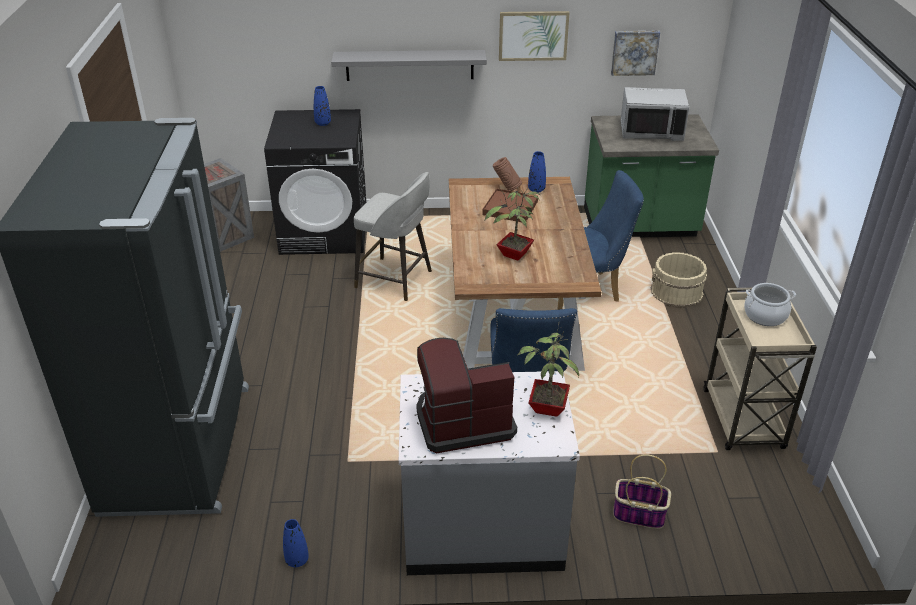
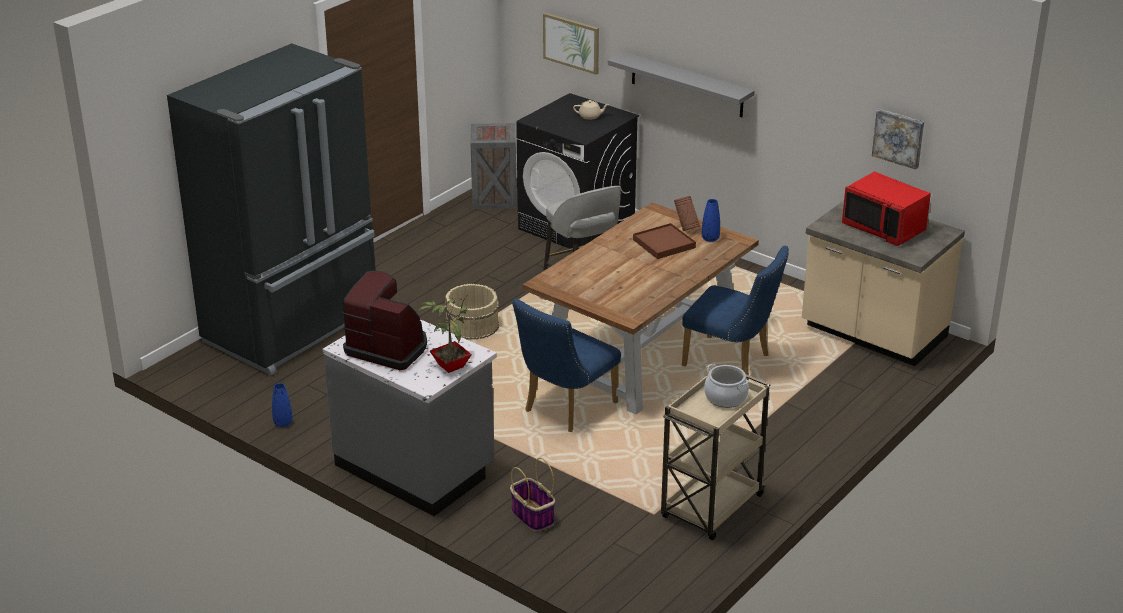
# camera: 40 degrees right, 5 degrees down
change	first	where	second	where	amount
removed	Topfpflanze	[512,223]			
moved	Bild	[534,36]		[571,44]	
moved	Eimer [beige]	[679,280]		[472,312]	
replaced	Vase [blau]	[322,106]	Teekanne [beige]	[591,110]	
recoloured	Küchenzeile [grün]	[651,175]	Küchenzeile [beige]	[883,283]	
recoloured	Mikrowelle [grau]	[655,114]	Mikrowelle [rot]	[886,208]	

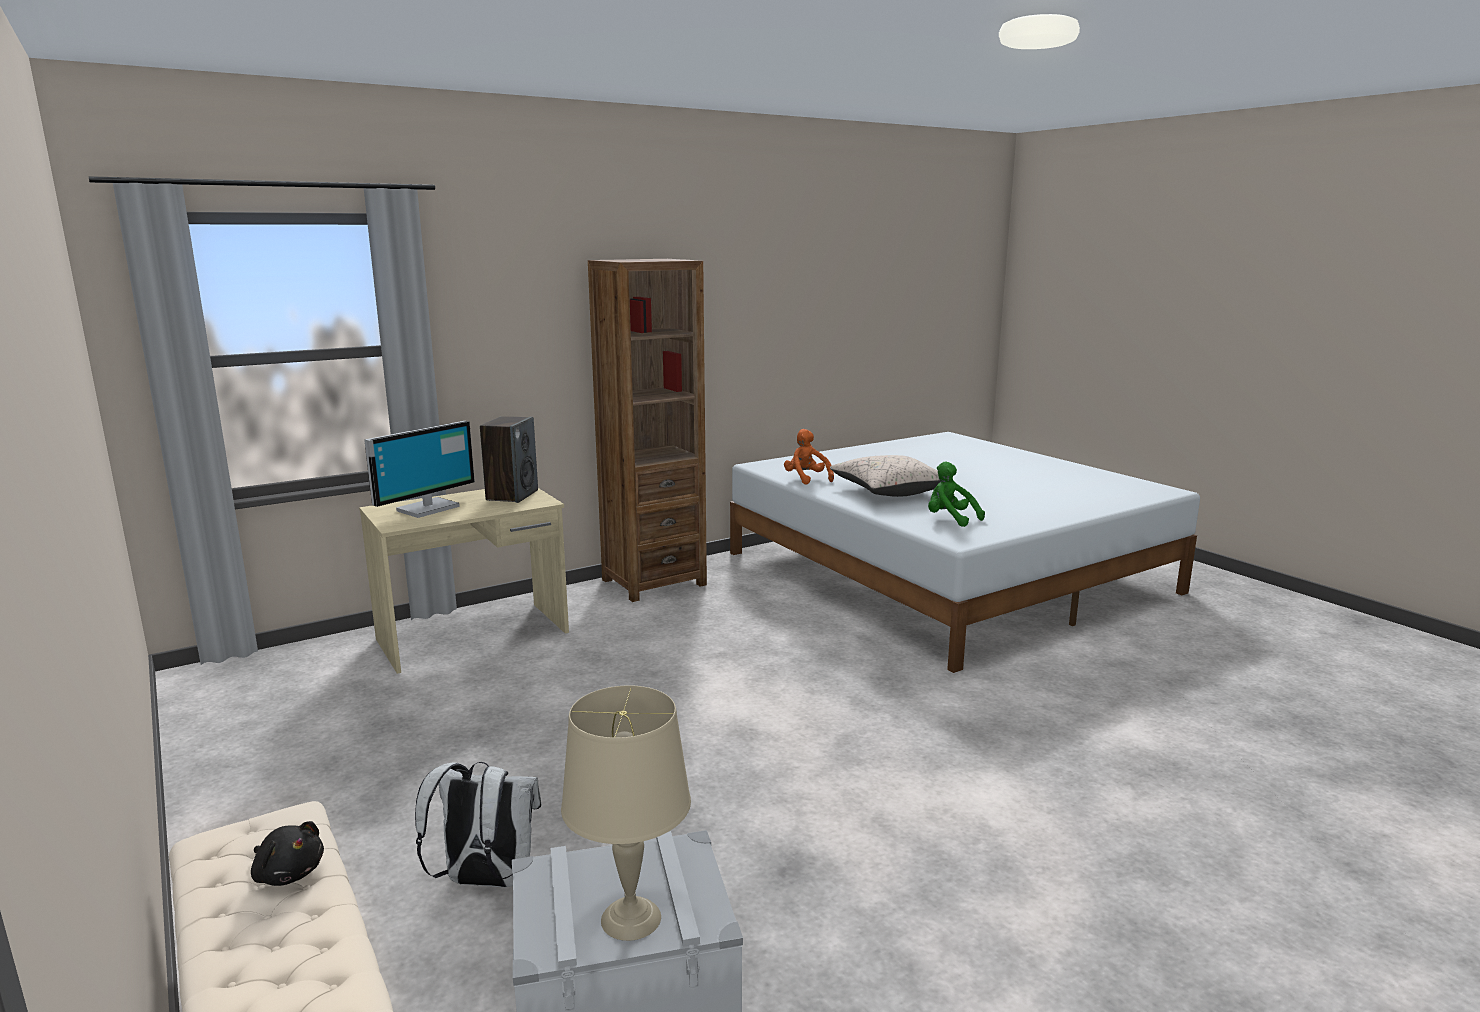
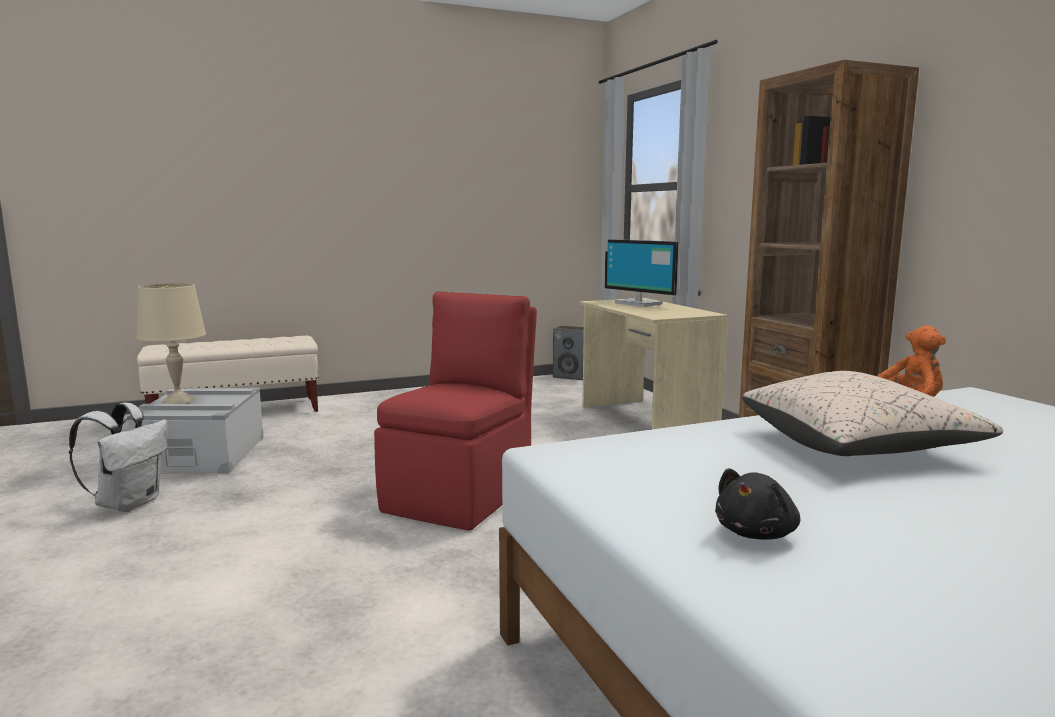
# camera: 100 degrees right, 5 degrees down
change	first	where	second	where	amount
removed	Plüschtier [grün]	[956,494]			
added			Stuhl [rot]	[455,410]	
moved	Plüschtier [schwarz]	[287,853]		[757,504]	
moved	Rucksack [weiß]	[478,824]		[118,457]	
moved	Lautsprecher	[509,459]		[568,353]	

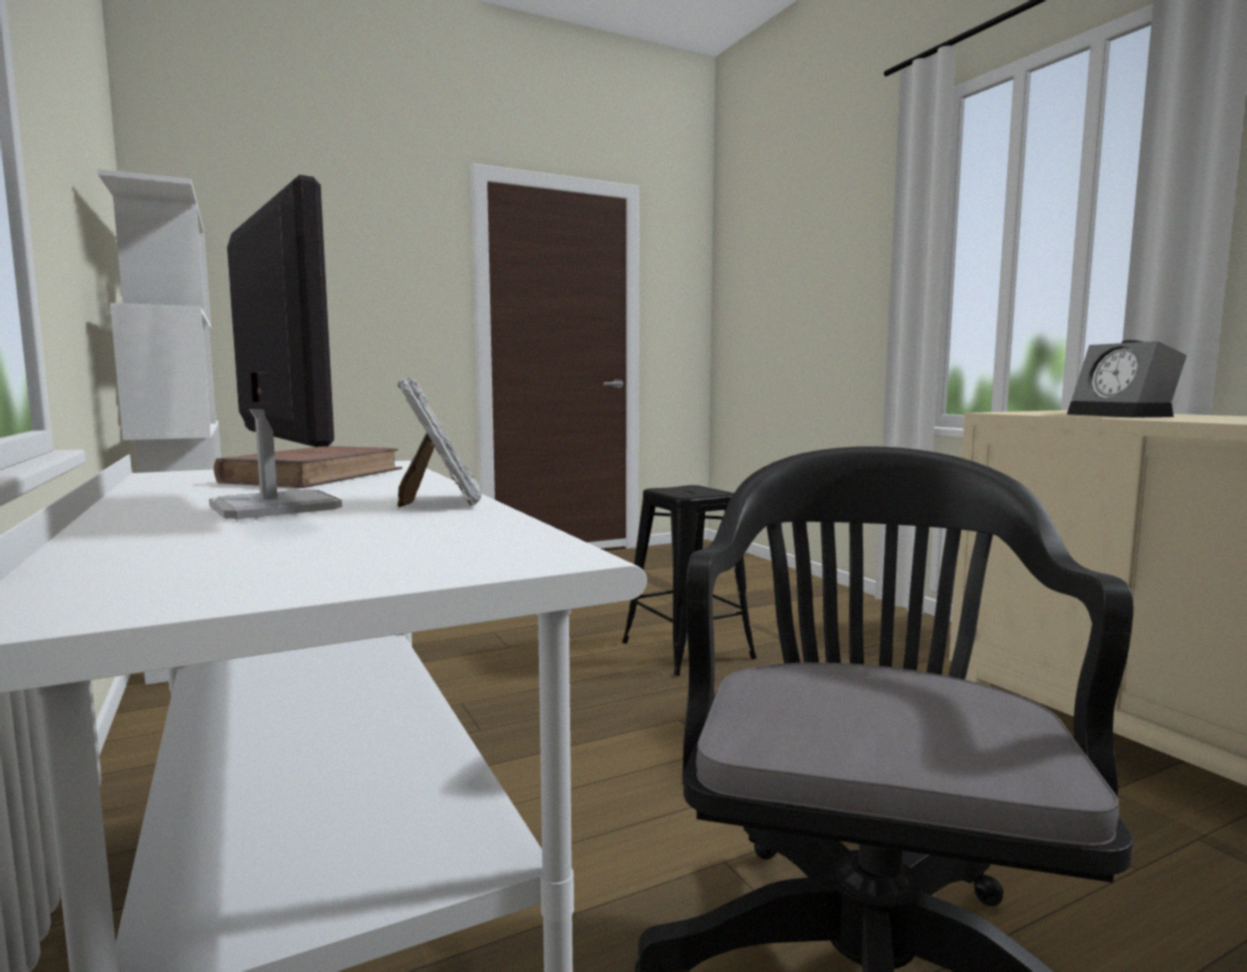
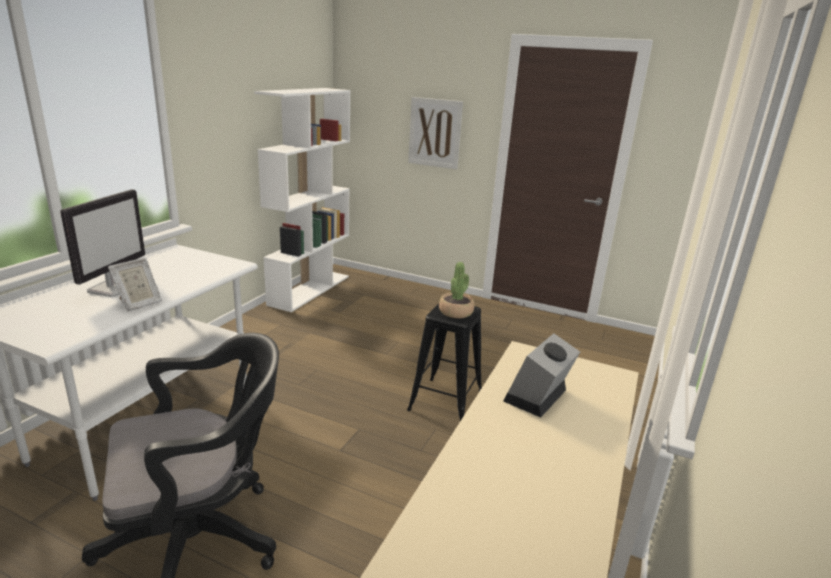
# camera: 50 degrees right, 15 degrees up
change	first	where	second	where	amount
removed	Buch [braun]	[308,467]			
added			Bild	[435,133]	
added			Topfpflanze	[456,290]	

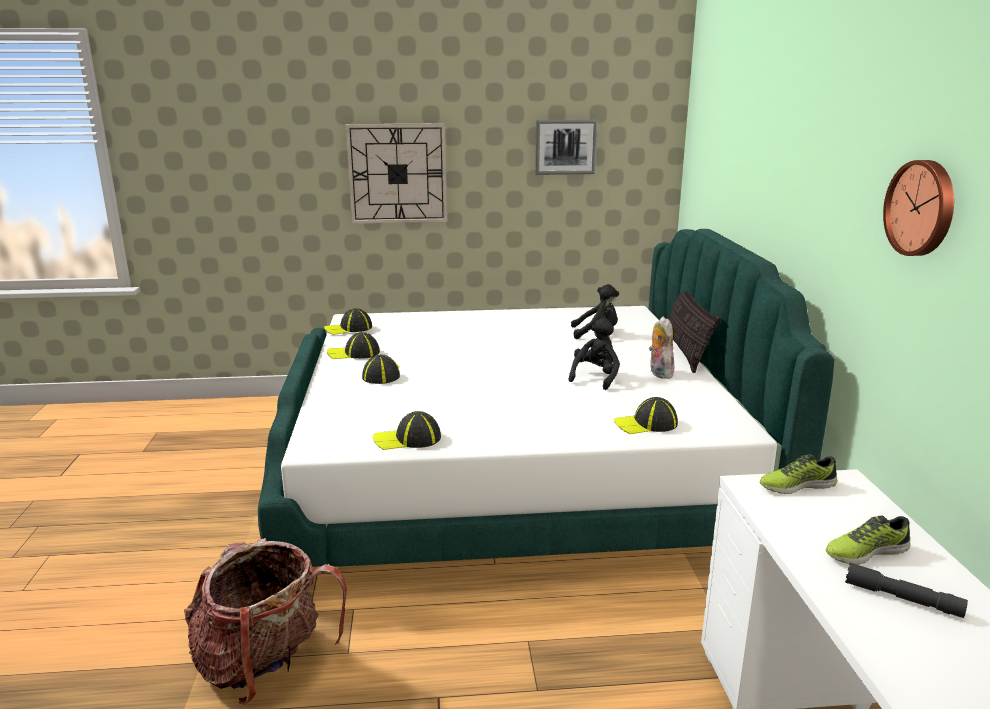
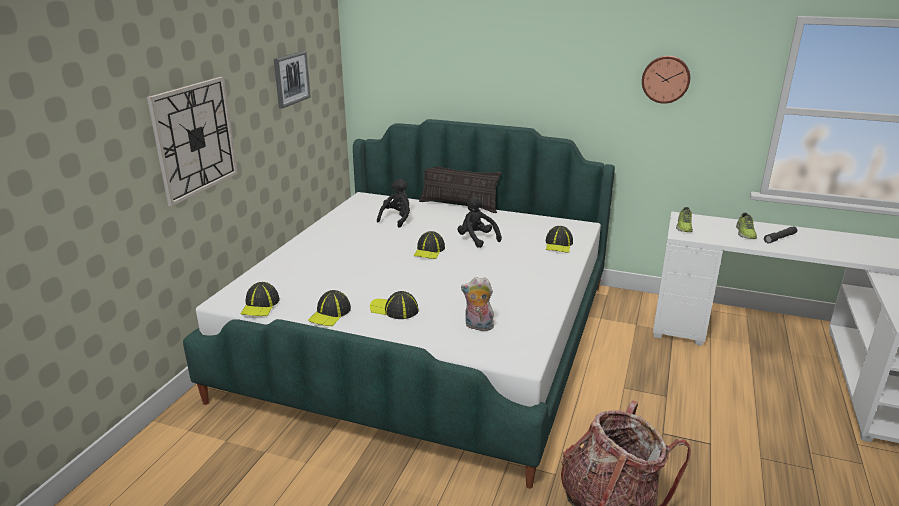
# camera: 65 degrees left, 5 degrees up
change	first	where	second	where	amount
moved	Kappe	[407,430]		[429,245]	
moved	Plüschtier	[662,347]		[477,304]	

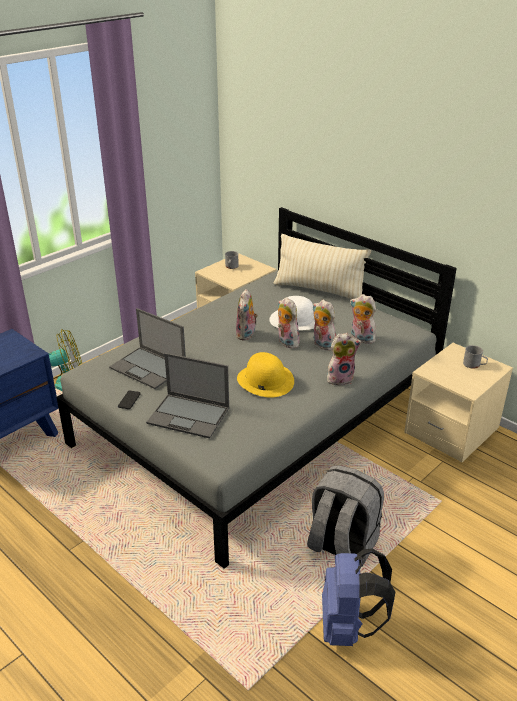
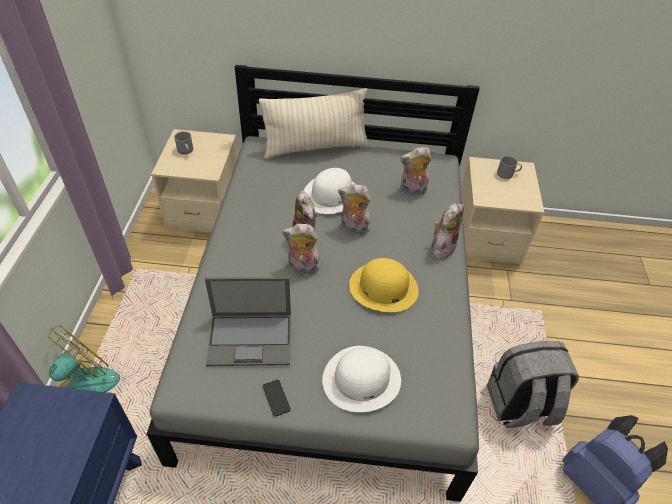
# camera: 40 degrees left, 15 degrees up
change	first	where	second	where	amount
moved	Plüschtier	[324,325]		[301,250]	
replaced	Laptop	[187,396]	Hut [weiß]	[361,379]	

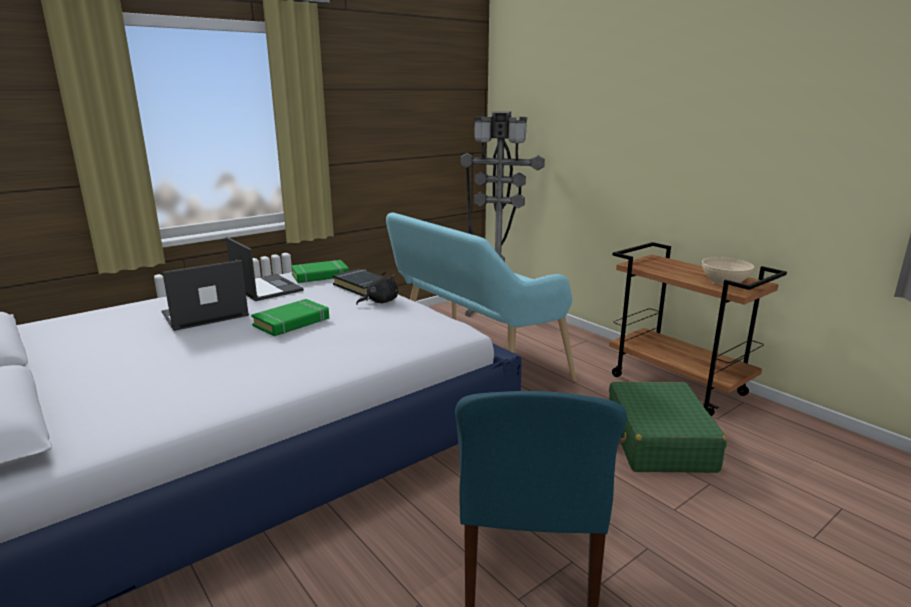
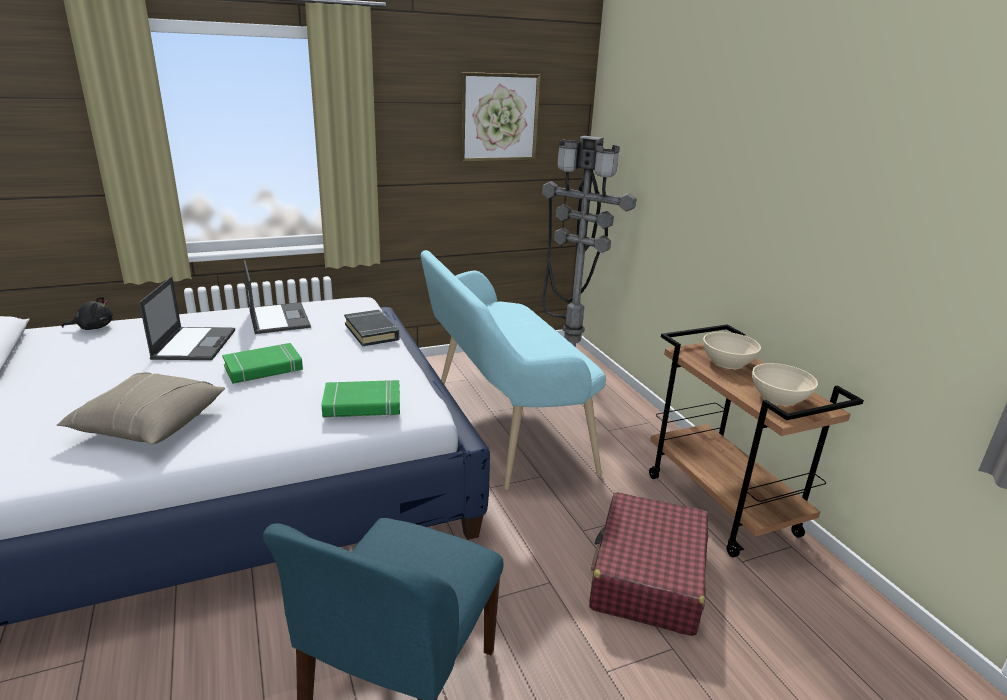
# camera: 15 degrees right, 5 degrees up
change	first	where	second	where	amount
added			Kissen [beige]	[141,408]	
added			Bild	[500,117]	
added			Schüssel [beige]	[732,350]	
moved	Buch [grün]	[320,271]		[360,399]	
moved	Plüschtier [schwarz]	[377,287]		[87,313]	
recoloured	Koffer [grün]	[668,427]	Koffer [rot]	[648,564]	
turned	Laptop	[205,295]		[187,318]	105 degrees clockwise

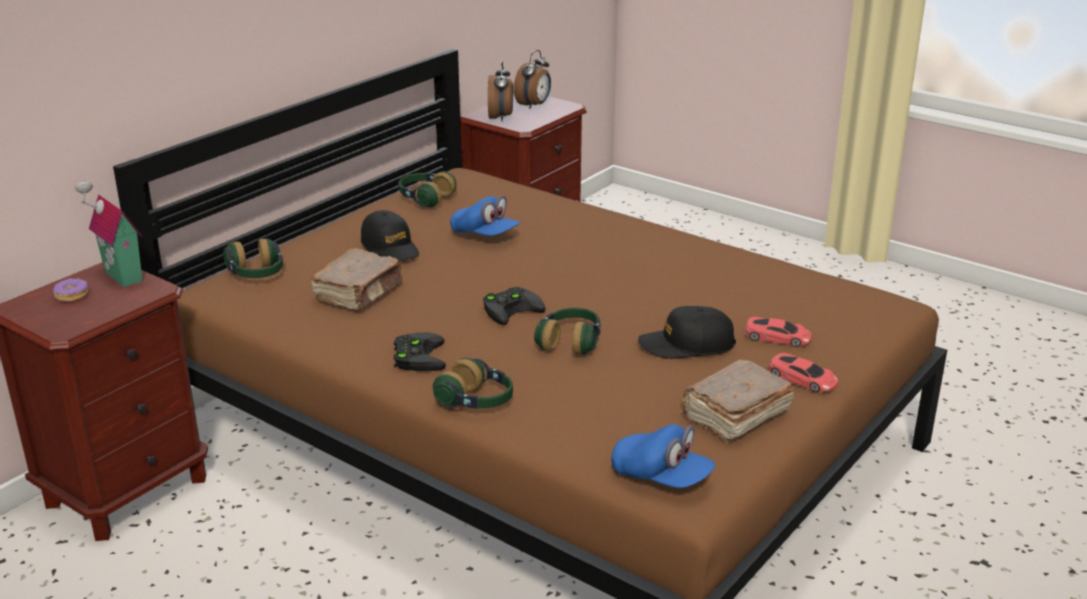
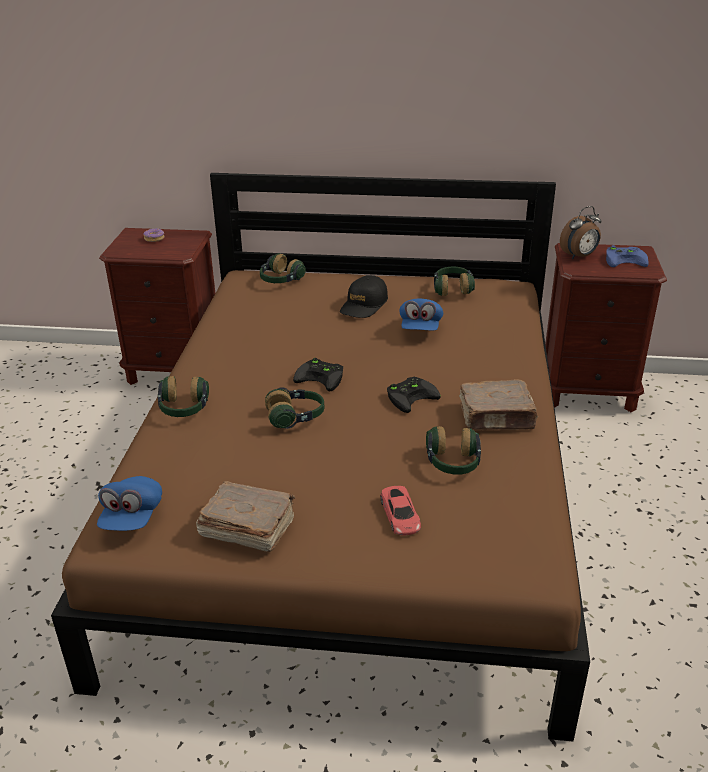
# camera: 60 degrees right, 5 degrees up
change	first	where	second	where	amount
removed	Spielzeughaus	[109,233]			
removed	Kappe [schwarz]	[687,332]			
removed	Spielzeugauto [rot]	[803,373]			
added			Kopfhörer	[453,450]	
moved	Buch [braun]	[357,279]		[498,404]	
moved	Gamepad [schwarz]	[419,351]		[414,395]	
replaced	Wecker	[532,79]	Gamepad [blau]	[627,256]	

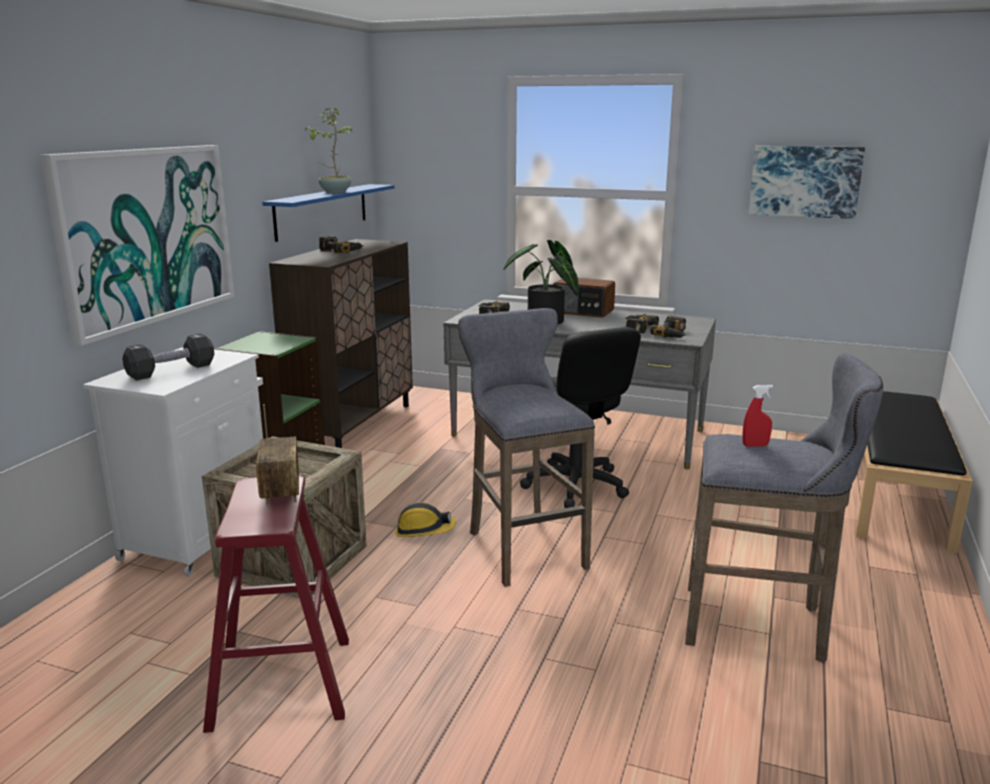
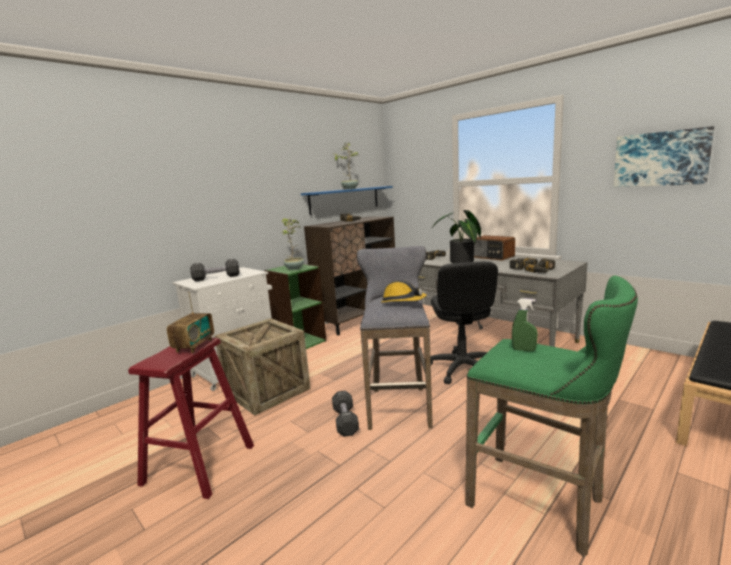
# camera: 25 degrees right, 5 degrees down
change	first	where	second	where	amount
removed	Bild	[137,245]			
added			Topfpflanze	[293,244]	
added			Hantel [schwarz]	[345,414]	
moved	Schutzhelm	[425,519]		[404,291]	
recoloured	Hocker [grau]	[784,508]	Hocker [grün]	[551,416]	
recoloured	Sprühflasche [rot]	[757,415]	Sprühflasche [grün]	[525,324]	

